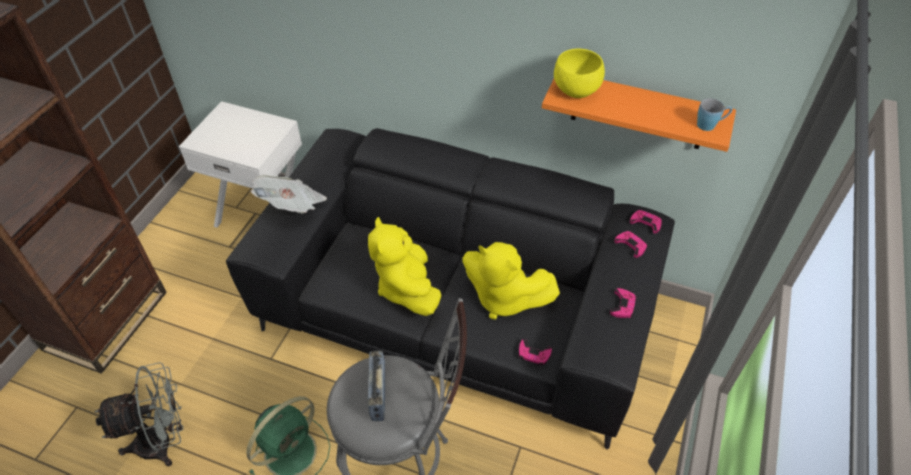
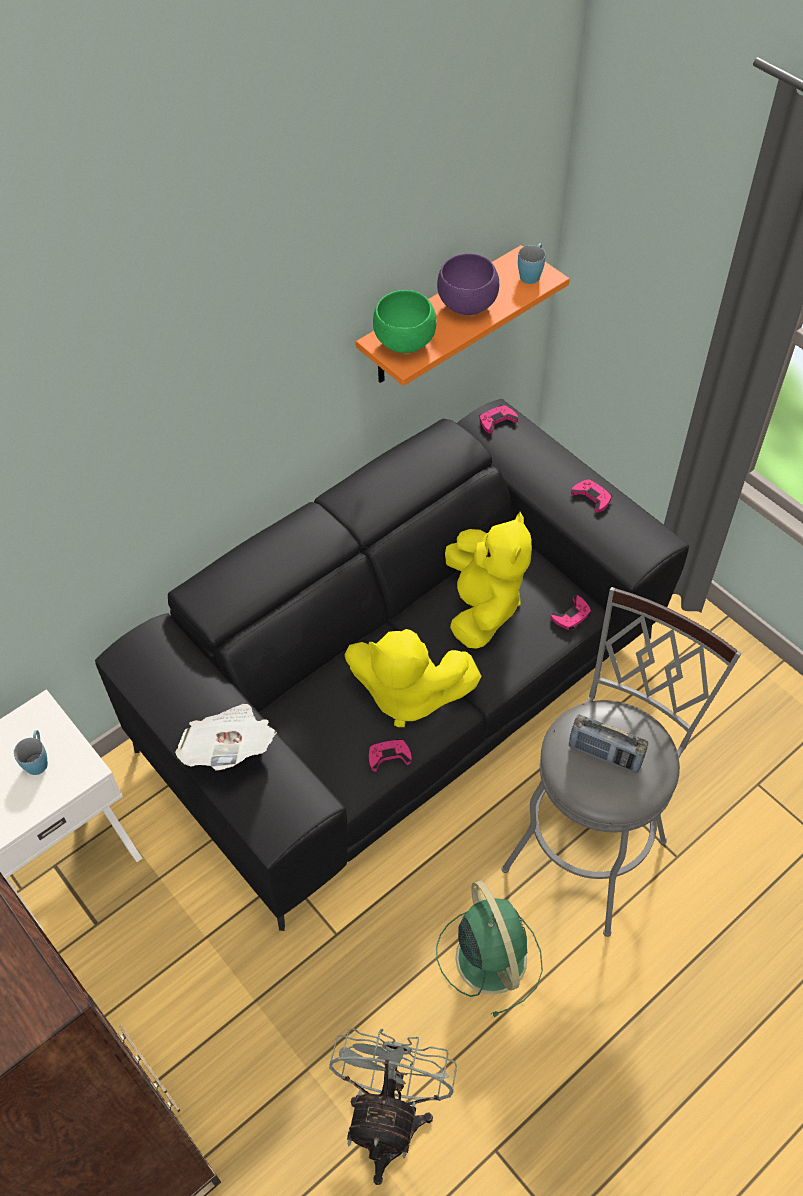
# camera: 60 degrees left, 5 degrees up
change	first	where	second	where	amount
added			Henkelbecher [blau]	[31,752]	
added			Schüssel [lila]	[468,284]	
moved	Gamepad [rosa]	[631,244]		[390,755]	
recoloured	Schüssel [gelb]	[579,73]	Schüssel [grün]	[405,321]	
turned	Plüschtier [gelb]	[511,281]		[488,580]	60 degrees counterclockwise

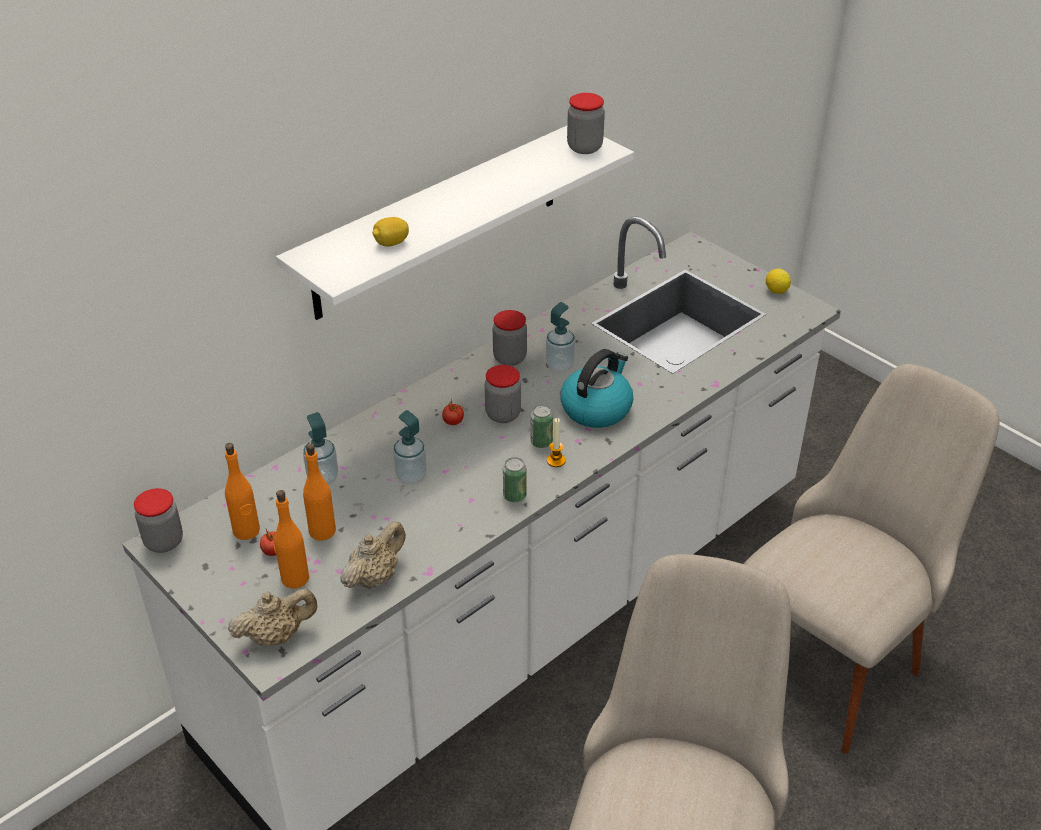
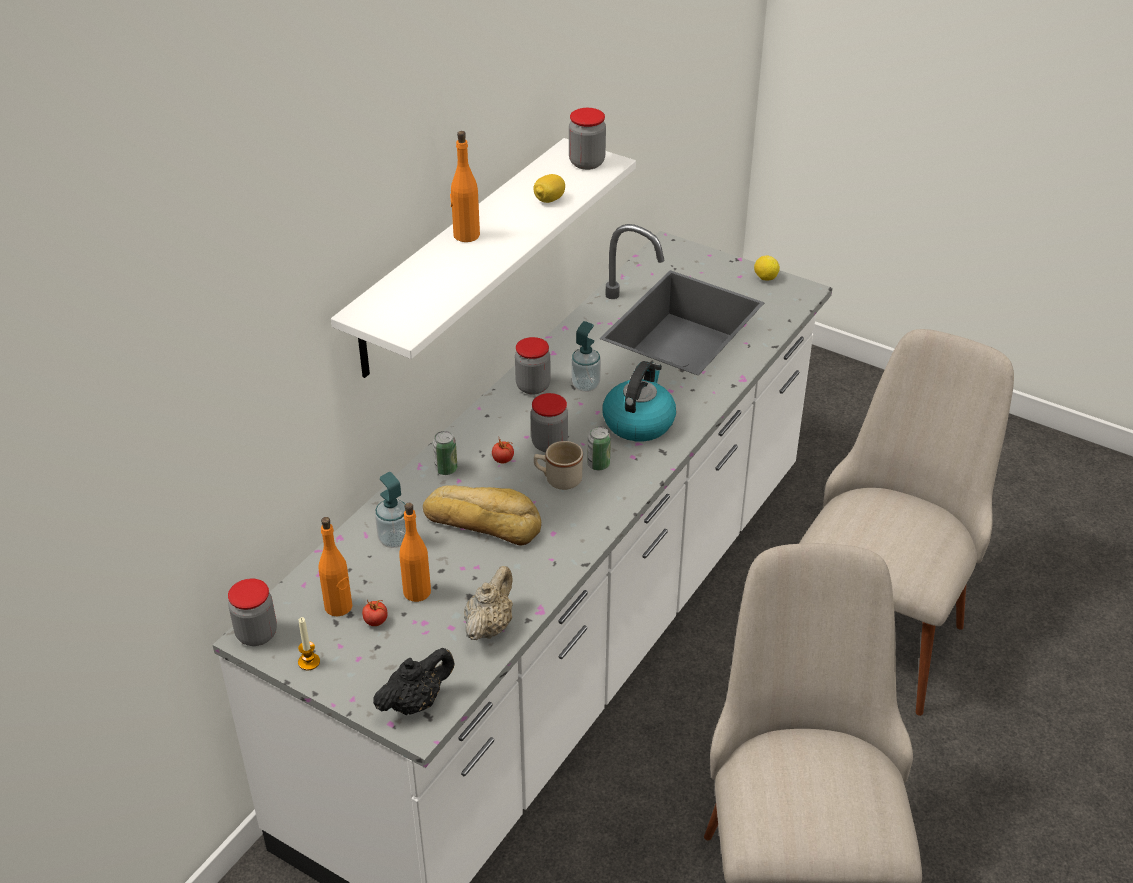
# camera: 15 degrees left, 0 degrees up
change	first	where	second	where	amount
added			Henkelbecher [beige]	[558,465]	
moved	Flasche [orange]	[291,539]		[465,186]	
moved	Zitrone	[390,232]		[549,188]	
moved	Dose	[515,479]		[445,453]	
moved	Kerze	[556,442]		[309,644]	
replaced	Seifenspender	[410,447]	Brot	[482,515]	
recoloured	Teekanne [beige]	[272,618]	Teekanne [schwarz]	[414,681]	

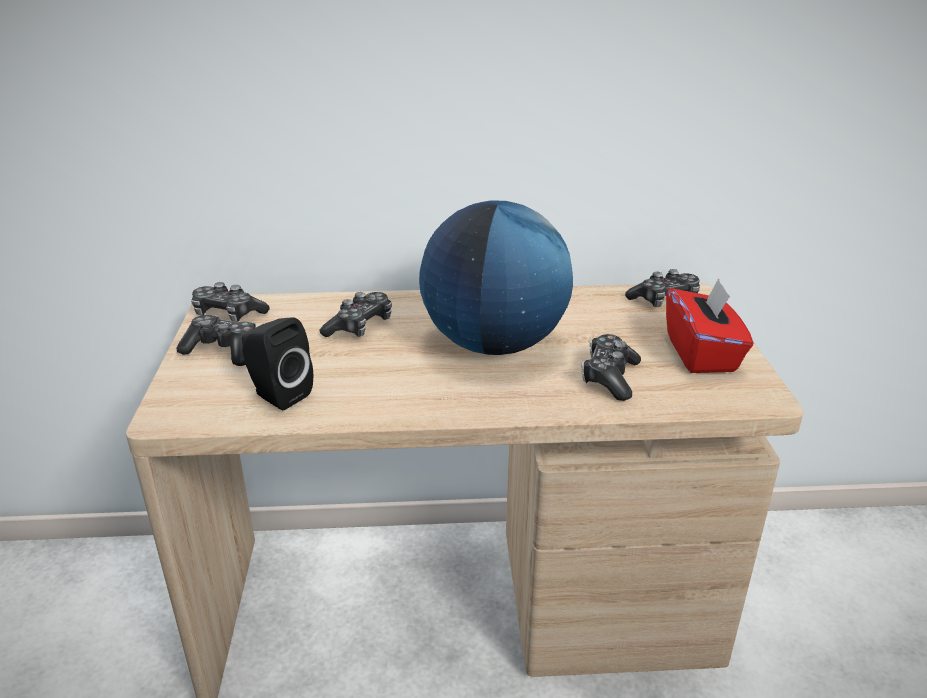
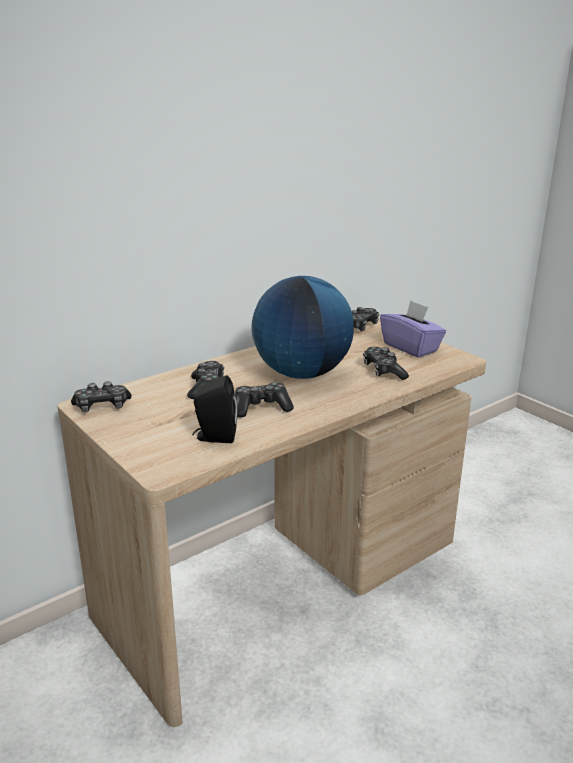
# camera: 35 degrees left, 5 degrees down
change	first	where	second	where	amount
moved	Gamepad	[216,340]		[264,400]	
recoloured	Taschentuchbox [rot]	[709,325]	Taschentuchbox [lila]	[413,329]	

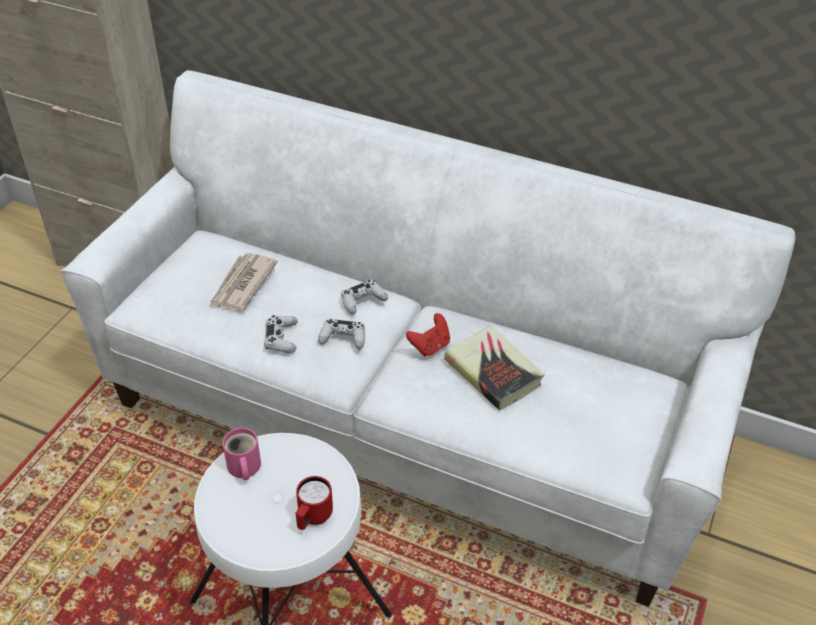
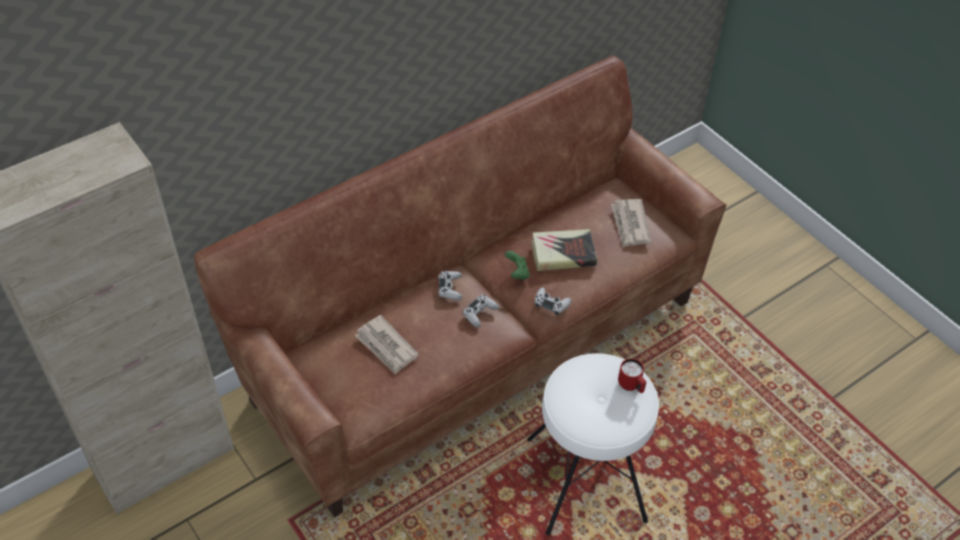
# camera: 60 degrees left, 5 degrees up
change	first	where	second	where	amount
removed	Henkelbecher [rosa]	[242,454]			
added			Zeitung	[631,223]	
moved	Gamepad [weiß]	[281,334]		[553,301]	
recoloured	Sofa [weiß]	[428,338]	Sofa [braun]	[460,286]	
recoloured	Gamepad [rot]	[428,334]	Gamepad [grün]	[517,265]	

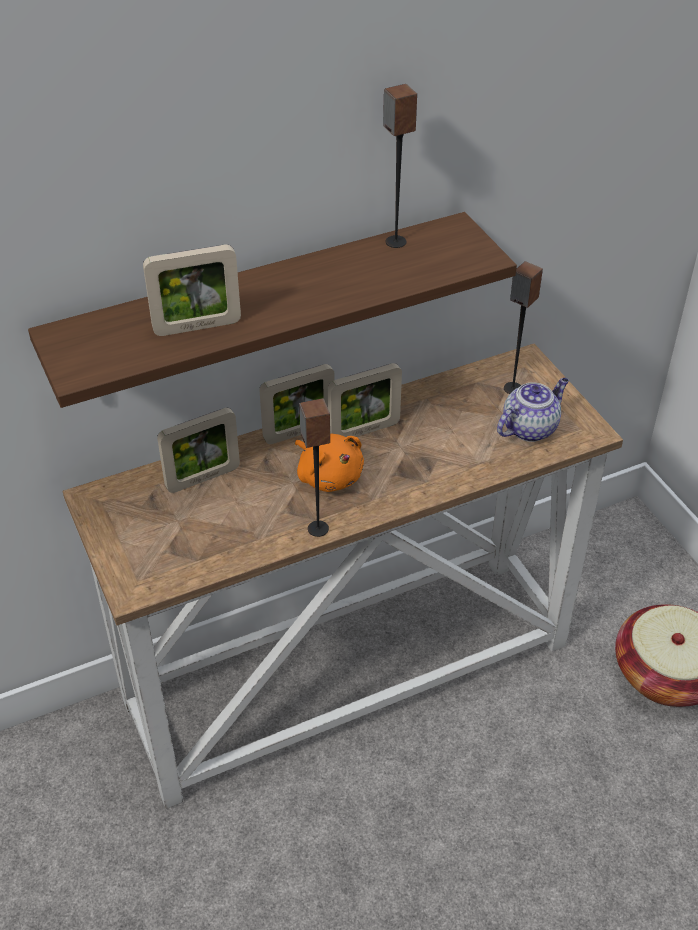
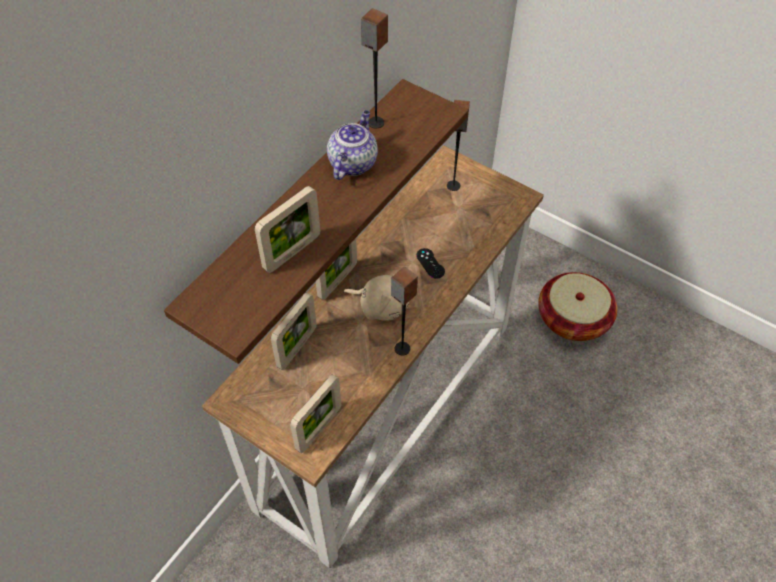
# camera: 30 degrees left, 10 degrees up
change	first	where	second	where	amount
added			Gamepad [schwarz]	[430,263]	
moved	Bilderrahmen	[365,400]		[315,413]	
moved	Teekanne	[533,410]		[352,145]	
recoloured	Plüschtier [orange]	[329,463]	Plüschtier [beige]	[376,297]	

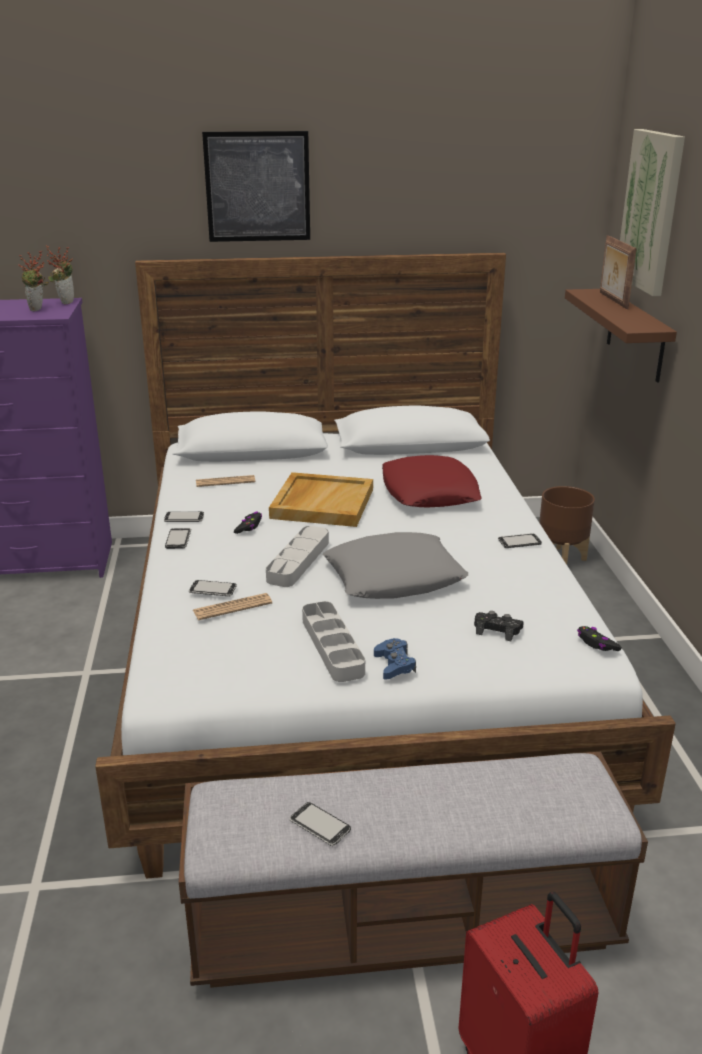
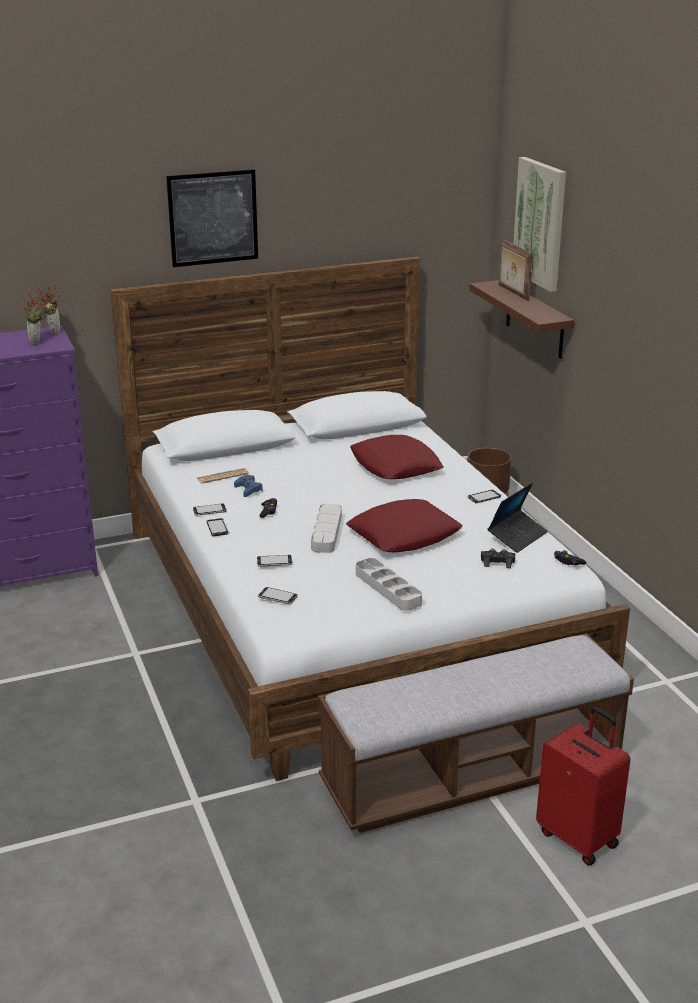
# camera: 15 degrees left, 0 degrees up
change	first	where	second	where	amount
removed	Zeitung	[232,606]			
removed	Tablett [beige]	[321,499]			
added			Laptop	[518,518]	
moved	Handy	[320,824]		[277,595]	
moved	Gamepad [blau]	[395,659]		[248,486]	
recoloured	Kissen [grau]	[395,565]	Kissen [rot]	[404,525]	

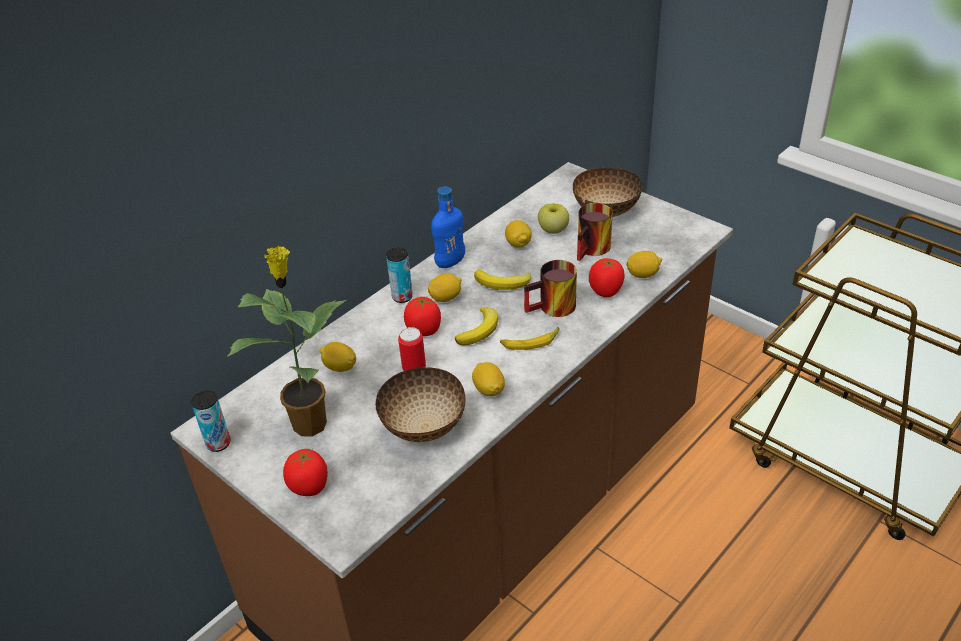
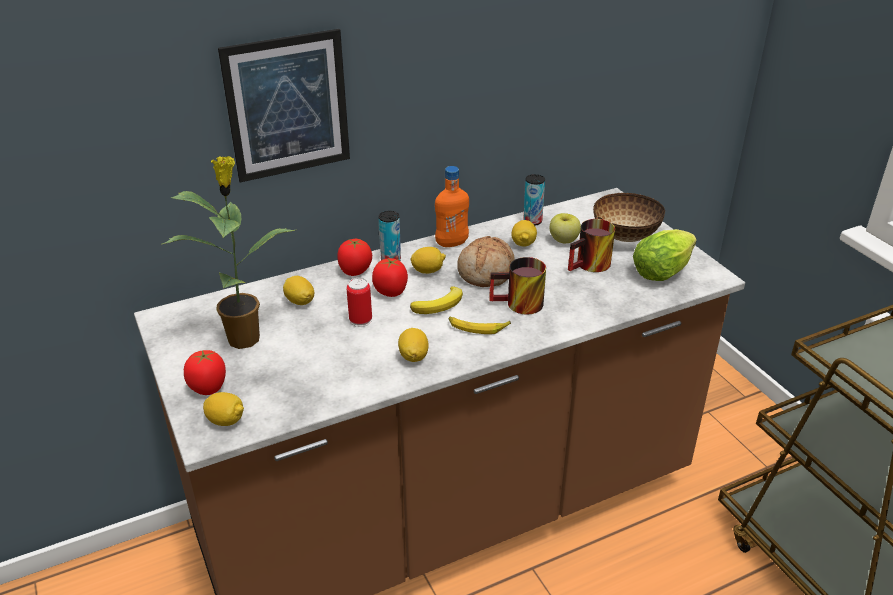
# camera: 20 degrees right, 5 degrees down
change	first	where	second	where	amount
removed	Schüssel	[420,404]			
added			Bild	[284,105]	
added			Salatkopf	[665,255]	
moved	Dose	[210,421]		[534,200]	
moved	Tomate	[607,277]		[354,257]	
moved	Zitrone	[644,264]		[223,409]	
replaced	Banane	[502,280]	Brot	[486,261]	
recoloured	Flasche [blau]	[448,227]	Flasche [orange]	[452,206]	

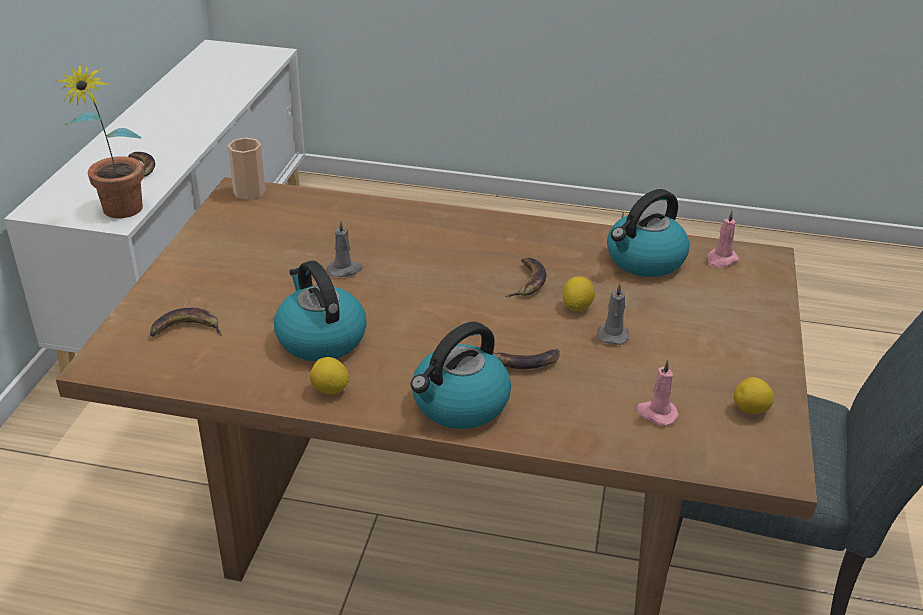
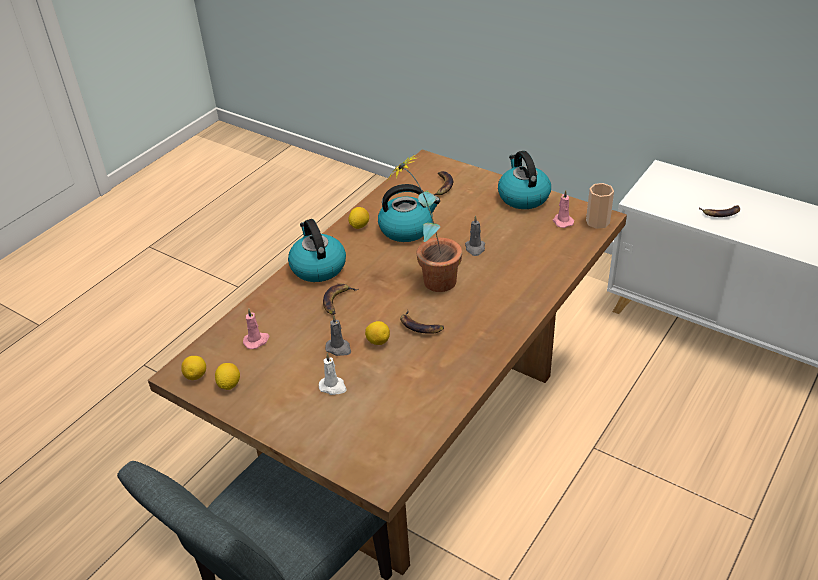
# camera: 115 degrees right, 5 degrees up
change	first	where	second	where	amount
added			Zitrone	[193,368]	
added			Kerze [weiß]	[333,374]	
moved	Topfpflanze	[99,139]		[425,223]	
moved	Wasserkessel	[648,233]		[524,180]	
moved	Kerze [rosa]	[723,239]		[563,209]	

